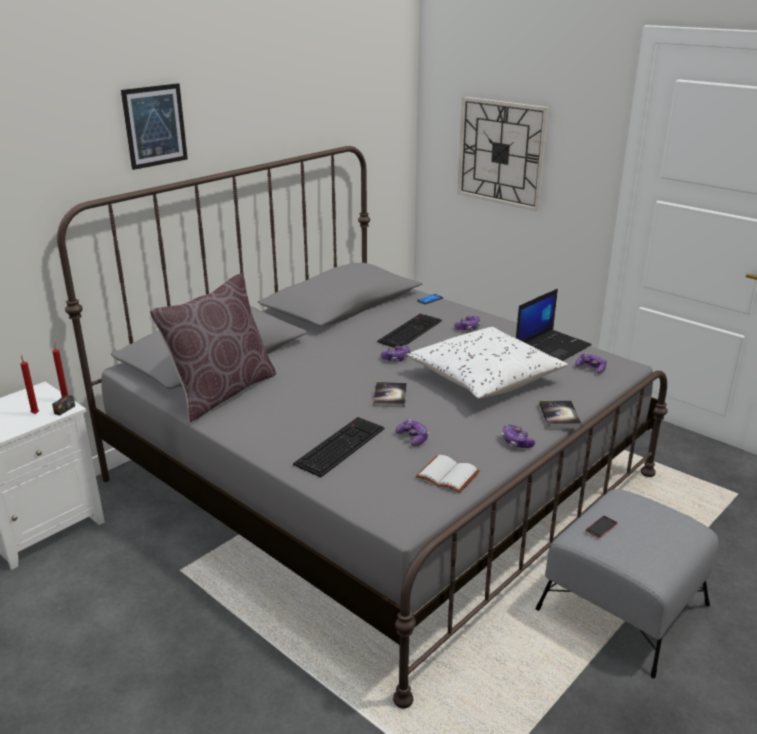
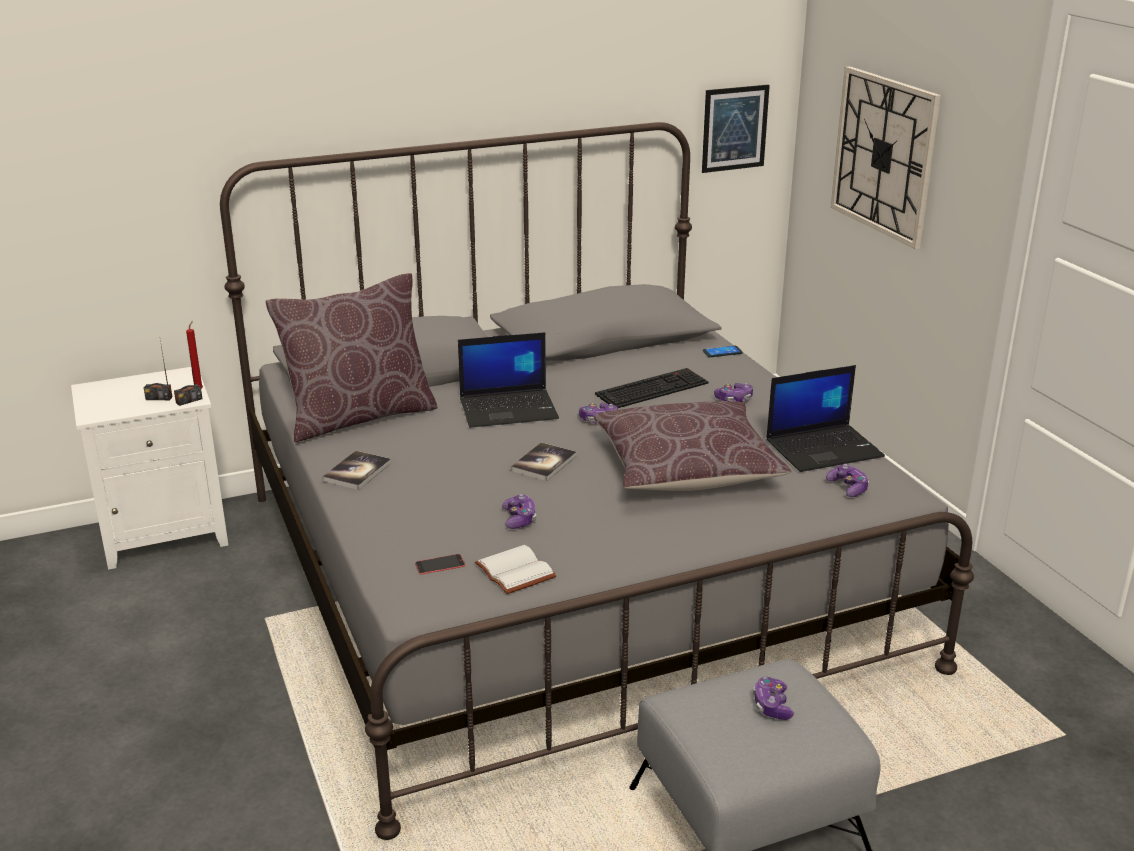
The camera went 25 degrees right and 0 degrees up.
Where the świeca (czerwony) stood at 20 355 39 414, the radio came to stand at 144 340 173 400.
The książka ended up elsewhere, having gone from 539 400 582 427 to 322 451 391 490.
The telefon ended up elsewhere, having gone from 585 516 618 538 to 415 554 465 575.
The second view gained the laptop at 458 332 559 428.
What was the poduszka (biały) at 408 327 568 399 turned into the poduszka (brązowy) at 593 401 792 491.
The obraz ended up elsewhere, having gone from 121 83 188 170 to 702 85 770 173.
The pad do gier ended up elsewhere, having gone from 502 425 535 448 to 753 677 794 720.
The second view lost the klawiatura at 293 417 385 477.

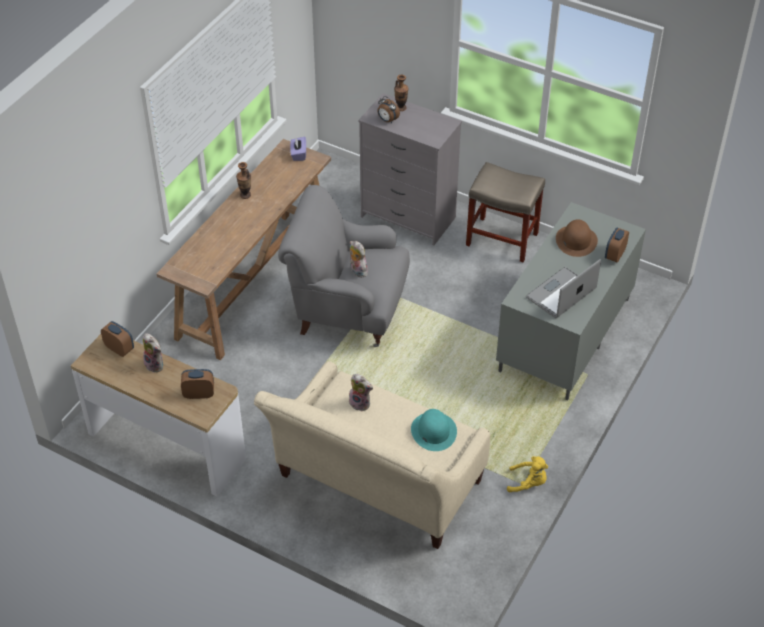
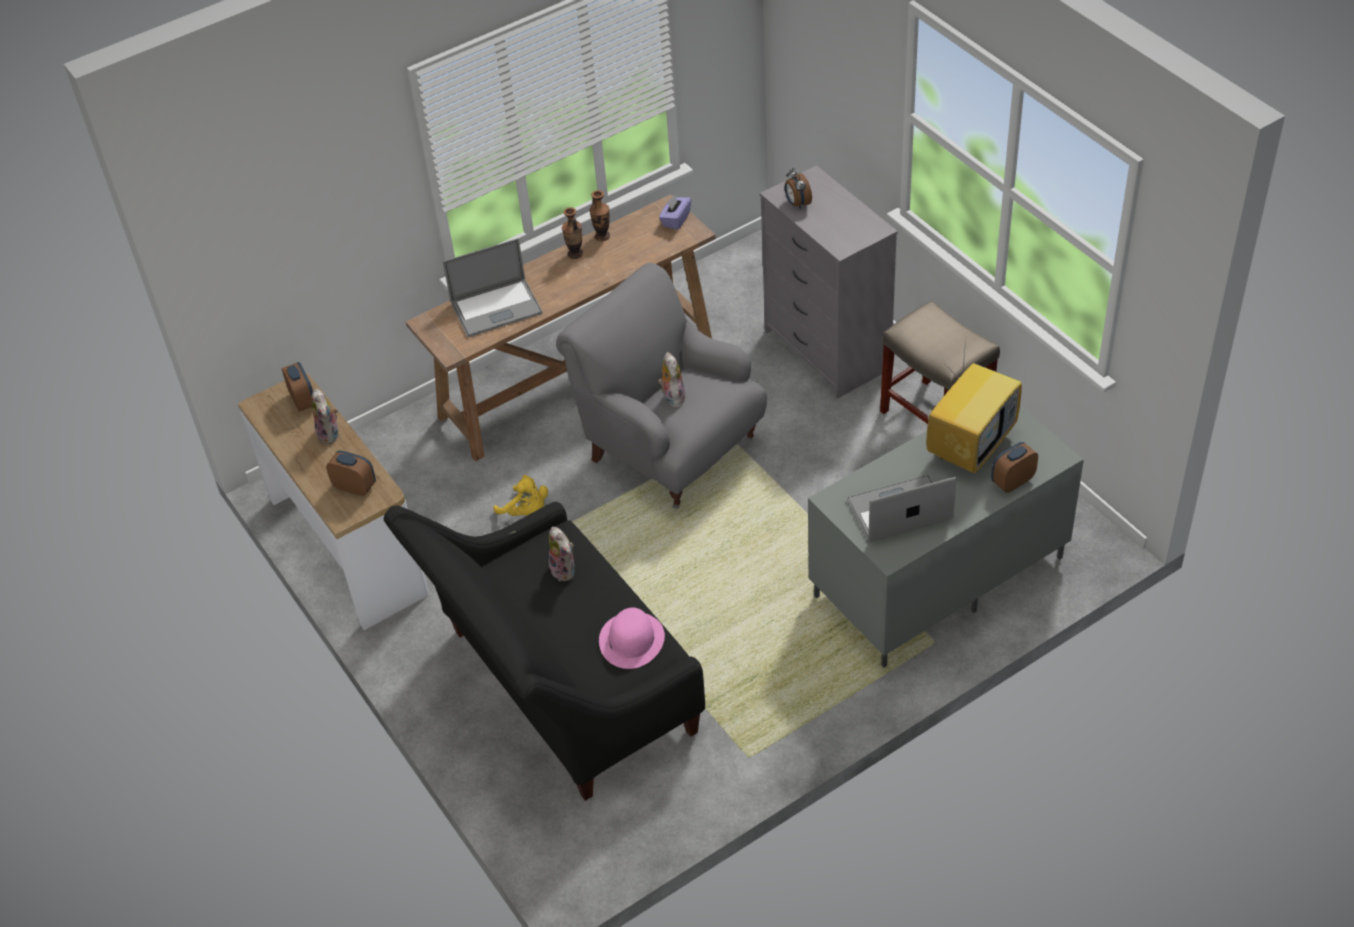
The camera went 30 degrees right and 0 degrees up.
What was the kanapa (beżowy) at 254 361 490 549 turned into the kanapa (czarny) at 383 502 705 801.
The second view gained the laptop at 443 238 542 337.
The pluszak (żółty) ended up elsewhere, having gone from 507 456 548 492 to 493 475 548 516.
The wazon ended up elsewhere, having gone from 394 75 408 111 to 590 190 610 241.
What was the kapelusz (turkusowy) at 411 409 457 451 turned into the kapelusz (różowy) at 599 607 665 669.
Where the kapelusz (brązowy) stood at 556 219 598 257, the telewizor came to stand at 926 340 1022 473.

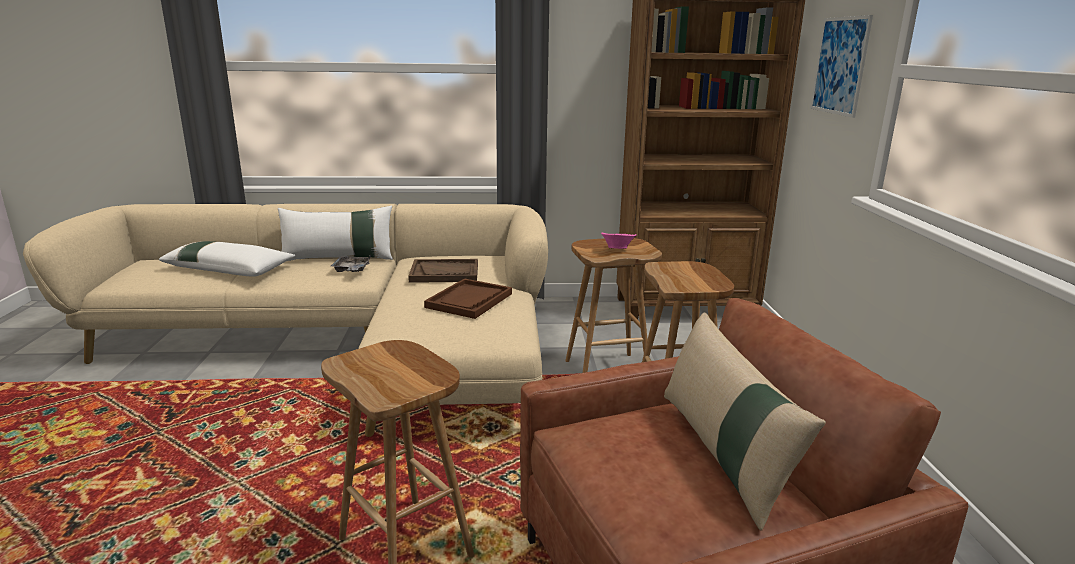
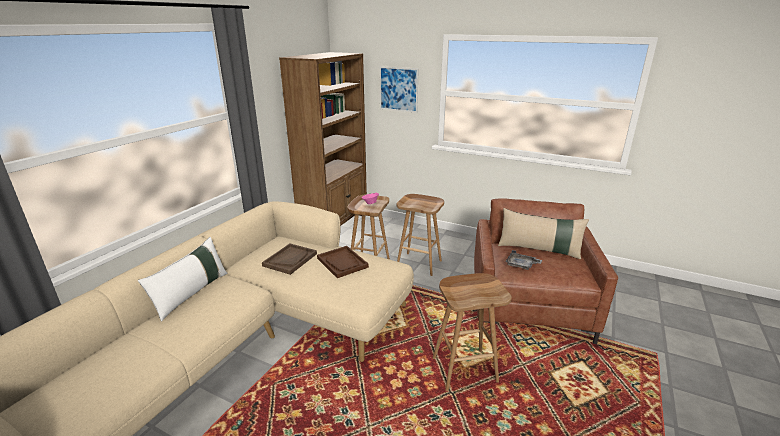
The camera went 60 degrees left and 5 degrees up.
The taca (szary) ended up elsewhere, having gone from 331 255 371 272 to 505 250 543 270.
The second view lost the poduszka (biały) at 159 241 295 277.

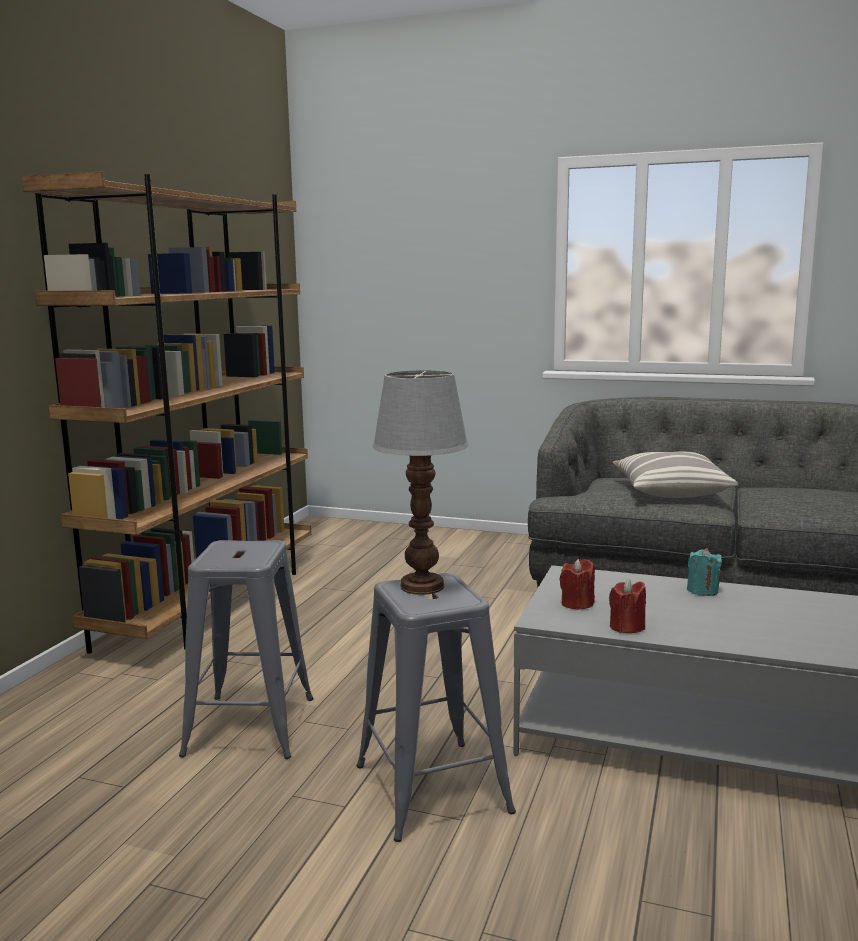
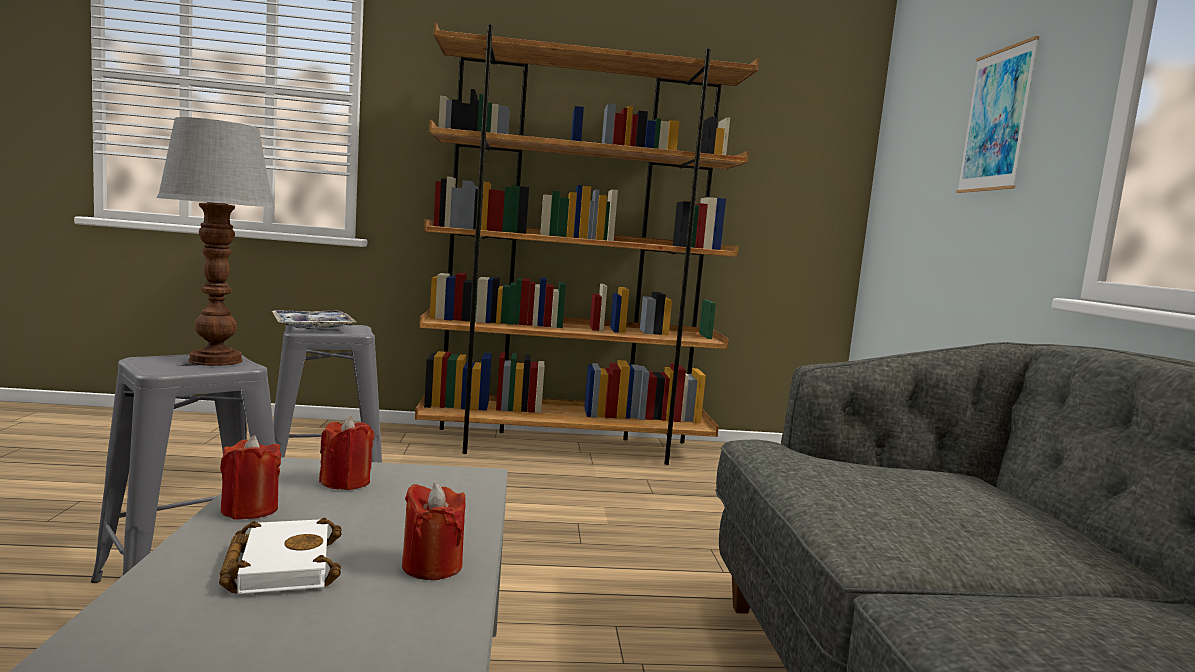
The camera went 65 degrees right and 5 degrees down.
The second view gained the książka (biały) at 219 518 342 594.
The second view gained the taca at 272 310 356 329.
What was the świeca (turkusowy) at 687 548 722 596 turned into the świeca (czerwony) at 402 483 465 580.
The second view gained the obraz at 956 36 1040 193.
The second view lost the poduszka at 613 452 738 498.

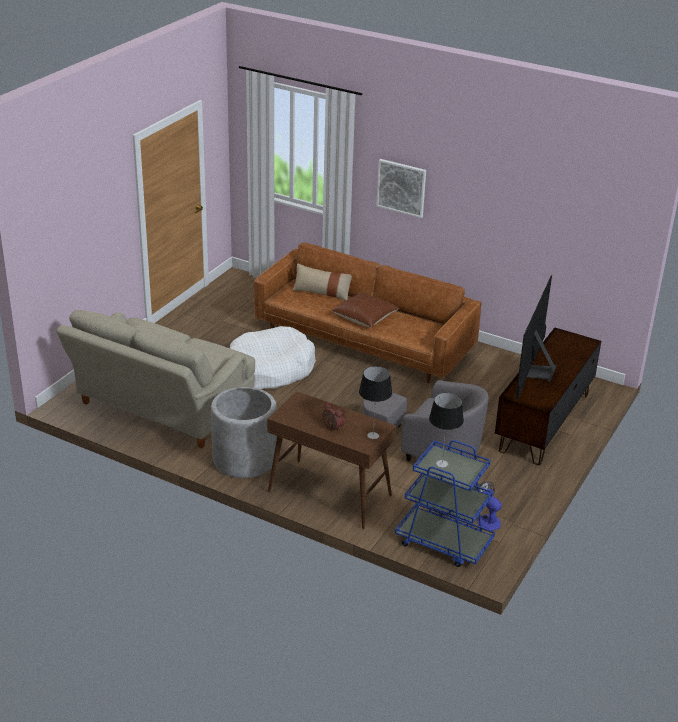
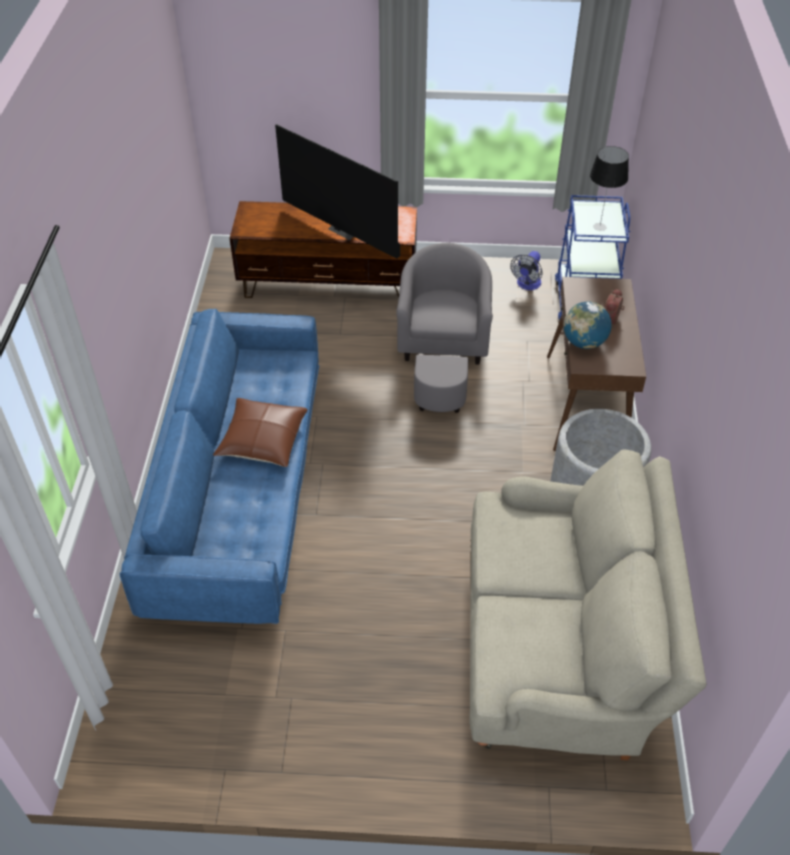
The camera went 115 degrees left and 15 degrees up.
What was the kanapa (brązowy) at 253 243 482 383 turned into the kanapa (niebieski) at 120 309 319 624.
The telewizor at 515 275 558 399 ended up facing another way, 45 degrees clockwise from before.
The second view gained the globus at 563 302 612 349.
The second view lost the legowisko (biały) at 230 326 316 389.
The second view lost the poduszka (beżowy) at 292 263 352 301.
The second view lost the lampa stołowa at 359 366 392 439.
The second view lost the obraz at 376 159 426 218.

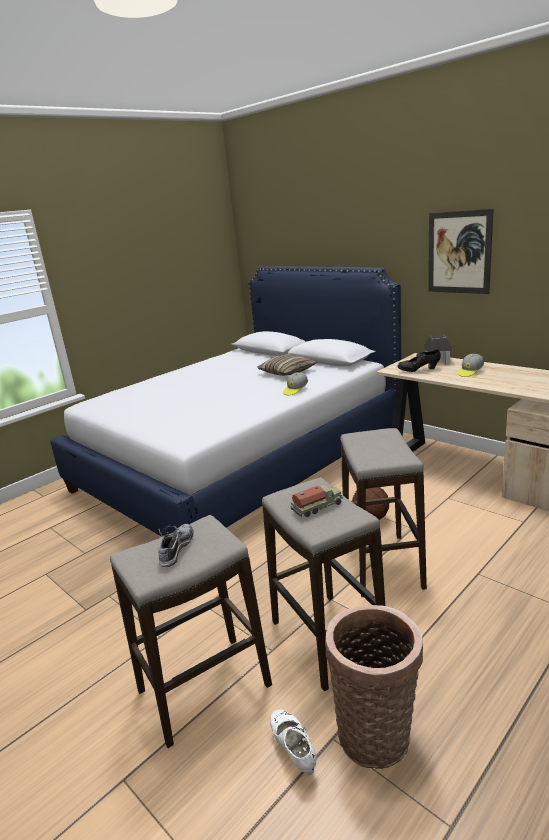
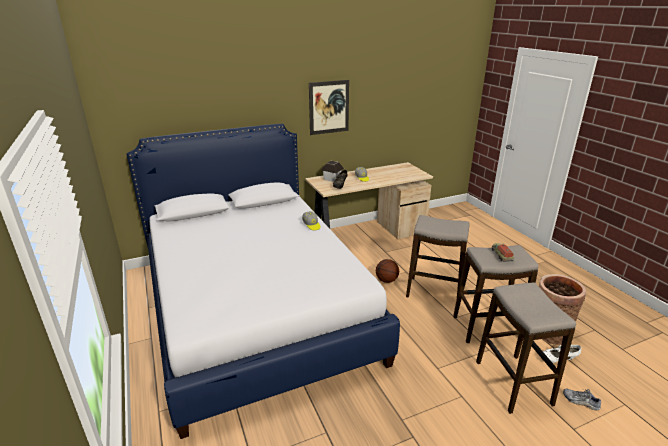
The camera went 70 degrees left and 5 degrees up.
The but ended up elsewhere, having gone from 158 524 194 567 to 563 389 601 410.
The second view lost the poduszka at 257 355 317 376.

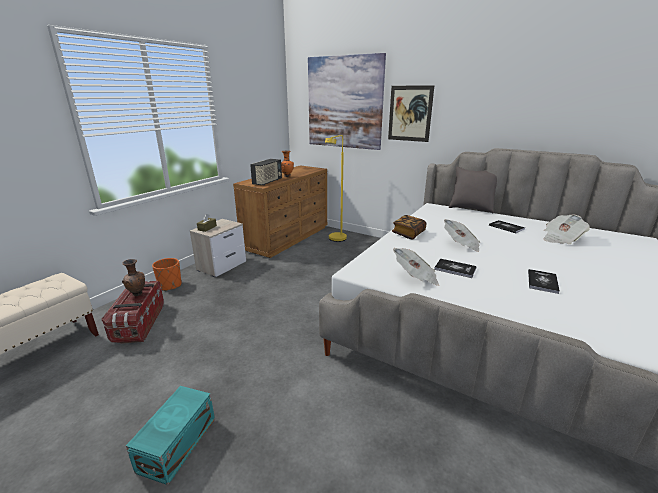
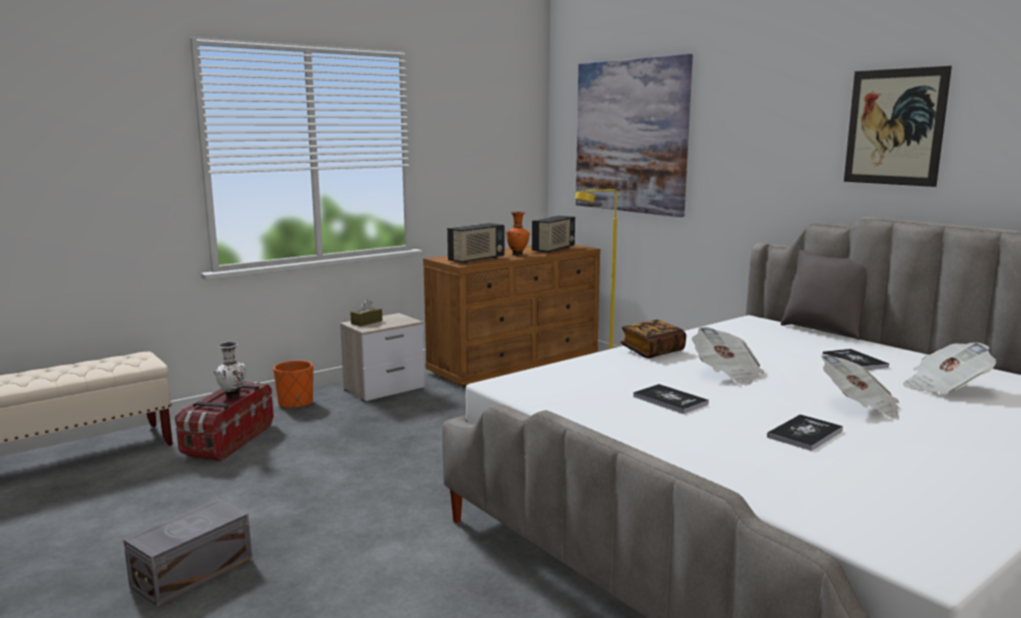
The camera went 20 degrees right and 10 degrees down.
What was the pojemnik do przechowywania (turkusowy) at 126 386 215 485 turned into the pojemnik do przechowywania (szary) at 123 499 252 607.
What was the wazon (brązowy) at 122 259 145 296 turned into the wazon (biały) at 214 342 246 398.
The second view gained the radio at 532 216 575 253.
The gazeta ended up elsewhere, having gone from 393 248 439 286 to 821 354 899 420.
The obraz ended up elsewhere, having gone from 388 85 434 142 to 844 66 952 187.

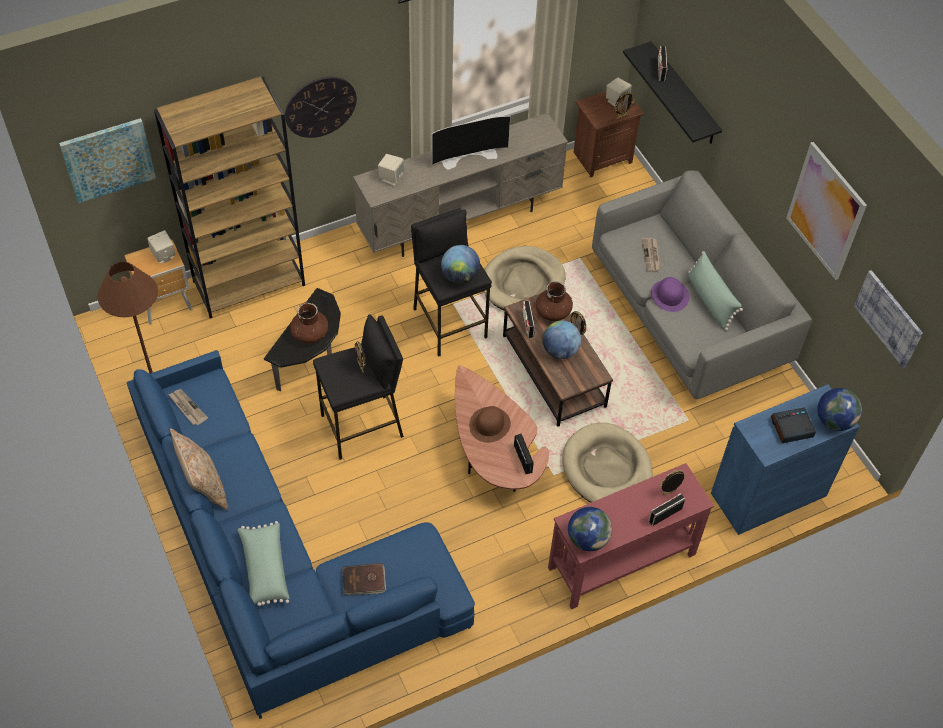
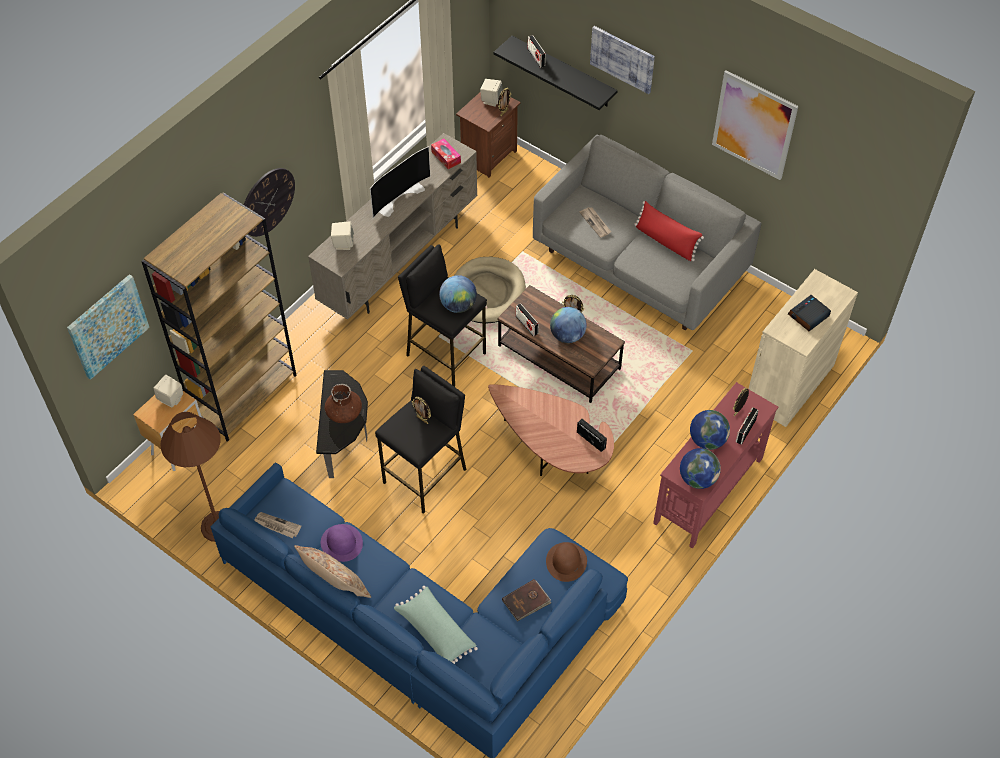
The camera went 25 degrees left and 0 degrees up.
The kapelusz (fioletowy) ended up elsewhere, having gone from 651 277 689 312 to 321 524 363 562.
The second view gained the pudełko chusteczek at 431 138 461 169.
The kapelusz (brązowy) ended up elsewhere, having gone from 469 406 511 443 to 546 542 587 582.
The obraz ended up elsewhere, having gone from 854 270 923 368 to 590 26 655 94.
What was the poduszka (zielony) at 688 251 743 331 turned into the poduszka (czerwony) at 634 201 704 261.
The globus ended up elsewhere, having gone from 817 388 862 431 to 690 410 730 450.
What was the szafka (niebieski) at 711 385 860 535 turned into the szafka (beżowy) at 749 269 858 427.
The second view lost the wazon (brązowy) at 536 281 573 321.
The second view lost the legowisko (beżowy) at 562 423 653 503.

